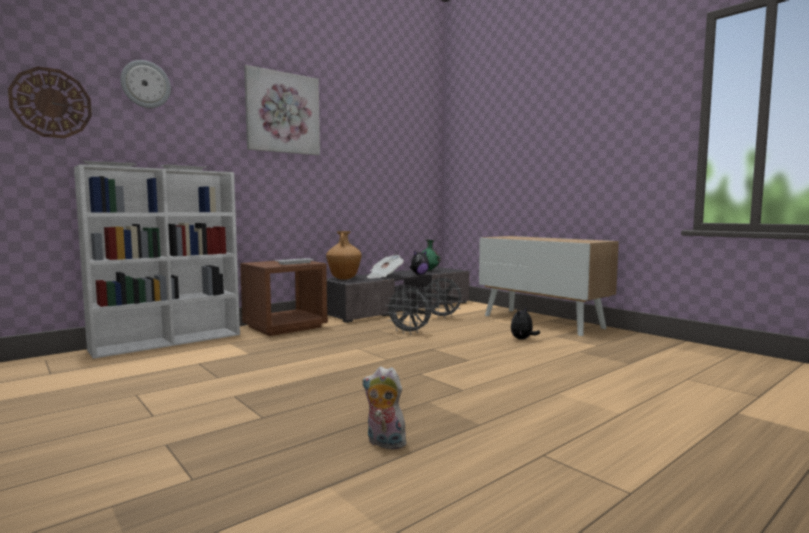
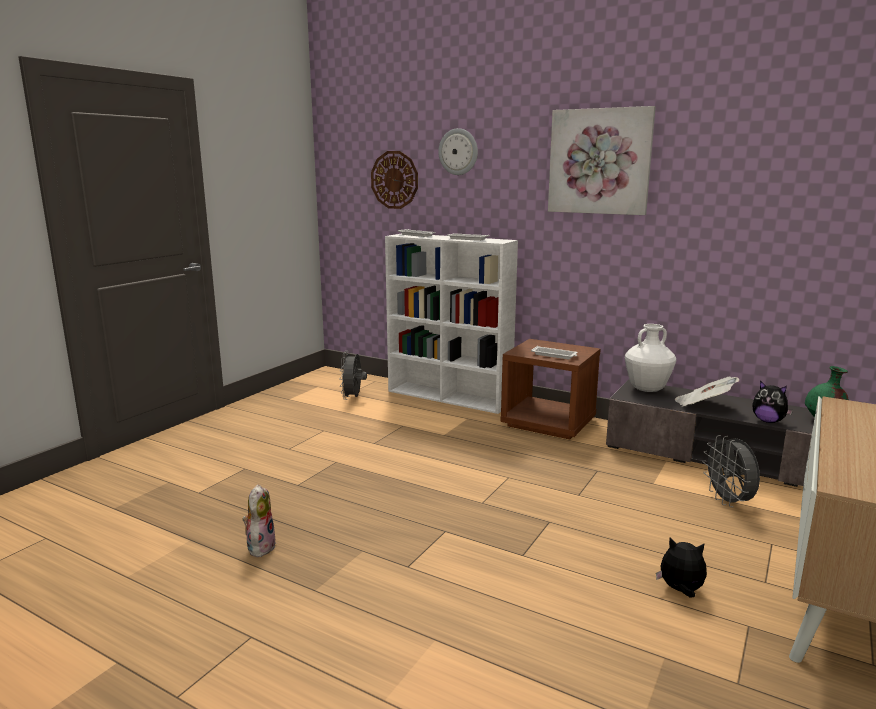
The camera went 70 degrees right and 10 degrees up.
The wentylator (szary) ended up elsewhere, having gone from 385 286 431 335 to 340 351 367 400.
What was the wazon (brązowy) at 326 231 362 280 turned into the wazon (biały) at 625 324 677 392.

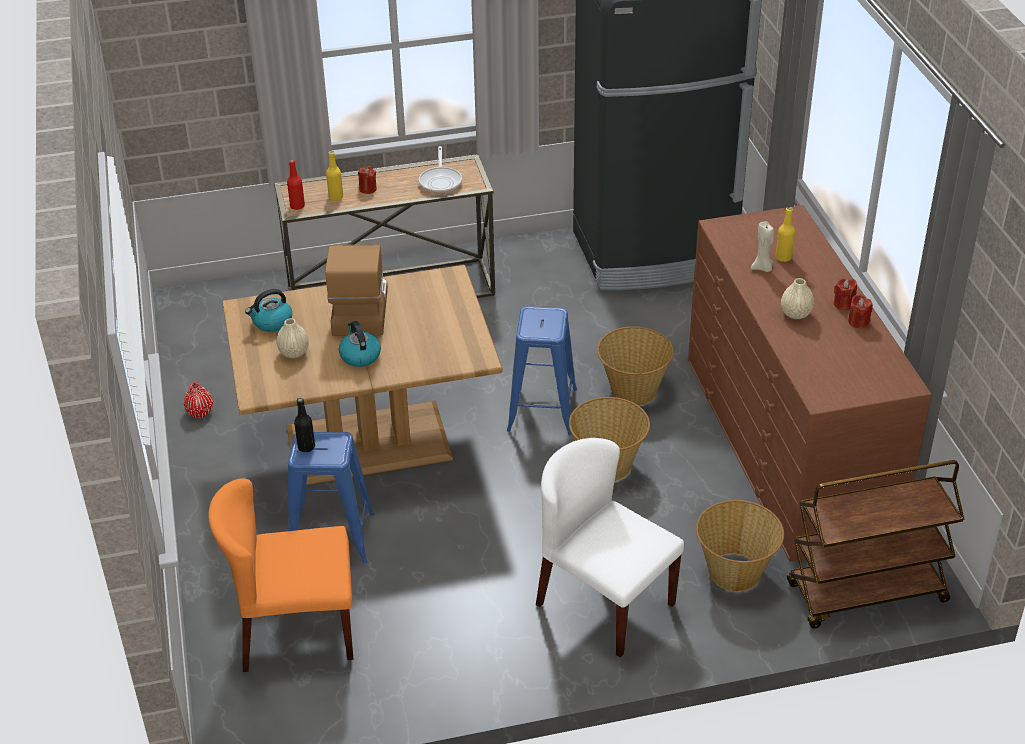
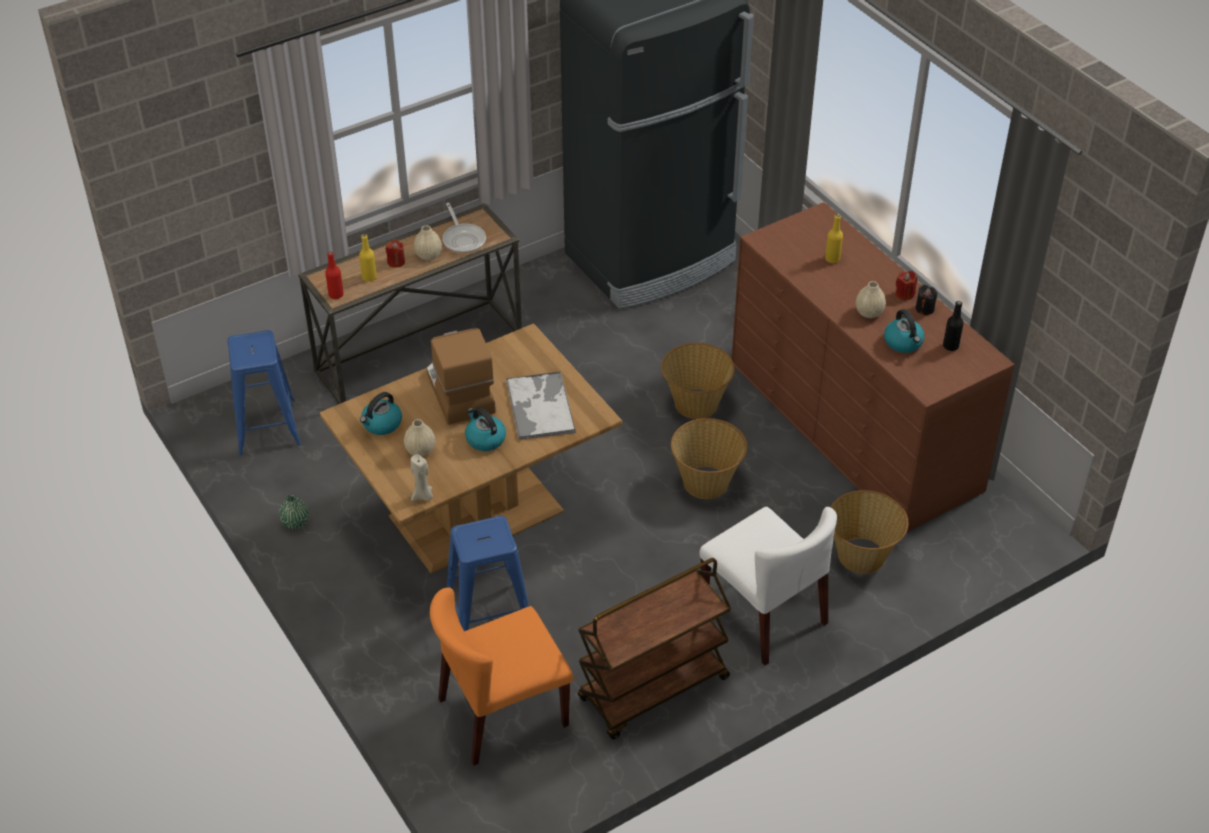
The camera went 20 degrees left and 5 degrees up.
The stołek (niebieski) ended up elsewhere, having gone from 507 306 577 435 to 227 330 301 455.
What was the wazon (czerwony) at 184 382 213 418 turned into the wazon (zielony) at 279 495 309 529.
The świeca (beżowy) ended up elsewhere, having gone from 751 221 774 272 to 410 454 433 501.
The second view gained the wazon (beżowy) at 414 225 442 260.
The second view gained the taca at 506 371 576 440.
The wózek (brązowy) ended up elsewhere, having gone from 787 460 965 629 to 578 558 731 739.
The krzesło (biały) at 536 438 684 657 ended up facing another way, 150 degrees counterclockwise from before.
The second view gained the czajnik at 884 309 925 353.
What was the świeca (czerwony) at 848 294 873 329 turned into the świeca (czarny) at 916 285 937 315.
The butelka (czarny) ended up elsewhere, having gone from 294 398 315 452 to 943 301 964 351.

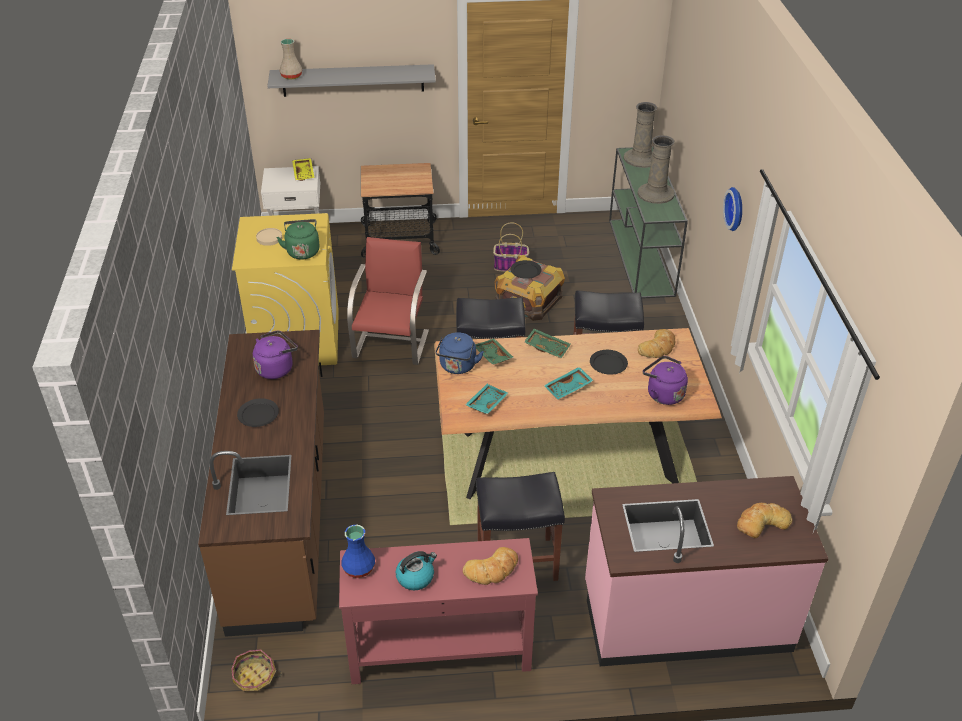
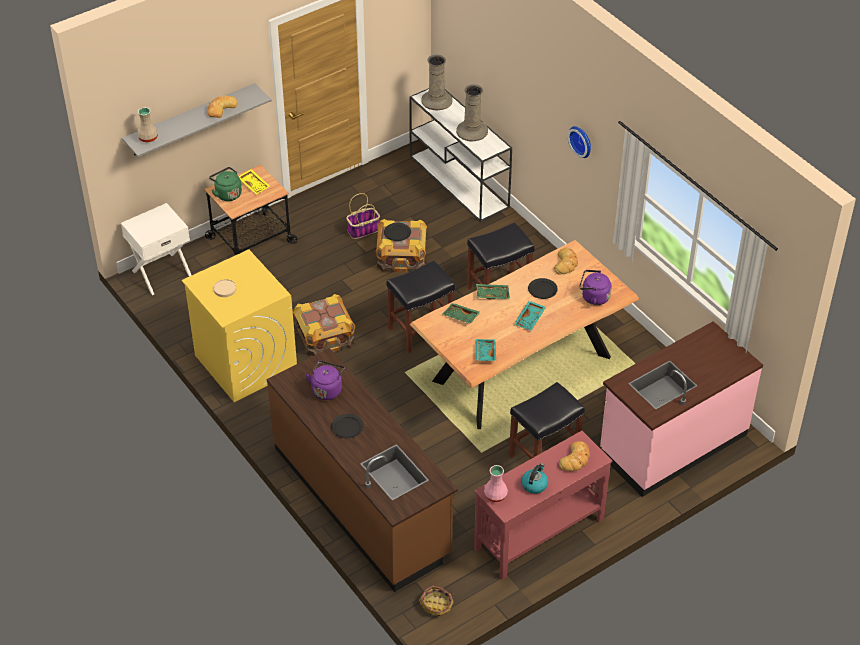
The camera went 30 degrees left and 5 degrees up.
The chleb ended up elsewhere, having gone from 737 503 793 538 to 207 95 238 118.
The czajnik (zielony) ended up elsewhere, having gone from 277 219 320 259 to 209 167 242 201.
The taca (żółty) ended up elsewhere, having gone from 292 158 314 181 to 238 169 270 194.
Where the krzesło (czerwony) stood at 347 237 429 365, the skrzynka came to stand at 293 294 355 356.
What was the stolik konsolowy (zielony) at 609 146 688 299 turned into the stolik konsolowy (biały) at 409 88 512 222.
What was the wazon (niebieski) at 342 525 375 578 turned into the wazon (różowy) at 484 465 508 502.
The second view lost the czajnik (niebieski) at 435 332 484 374.

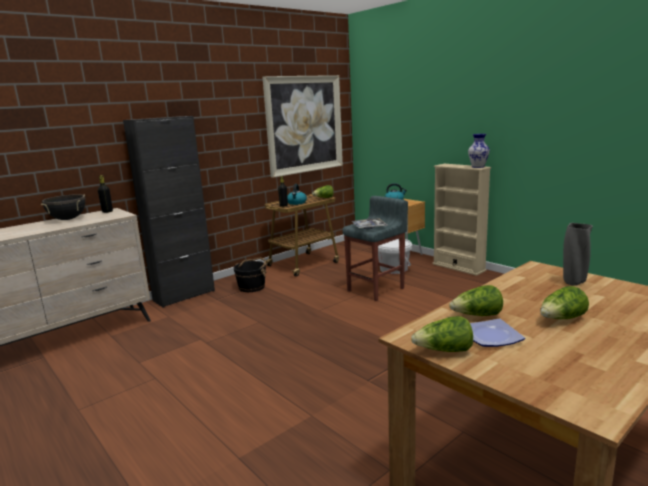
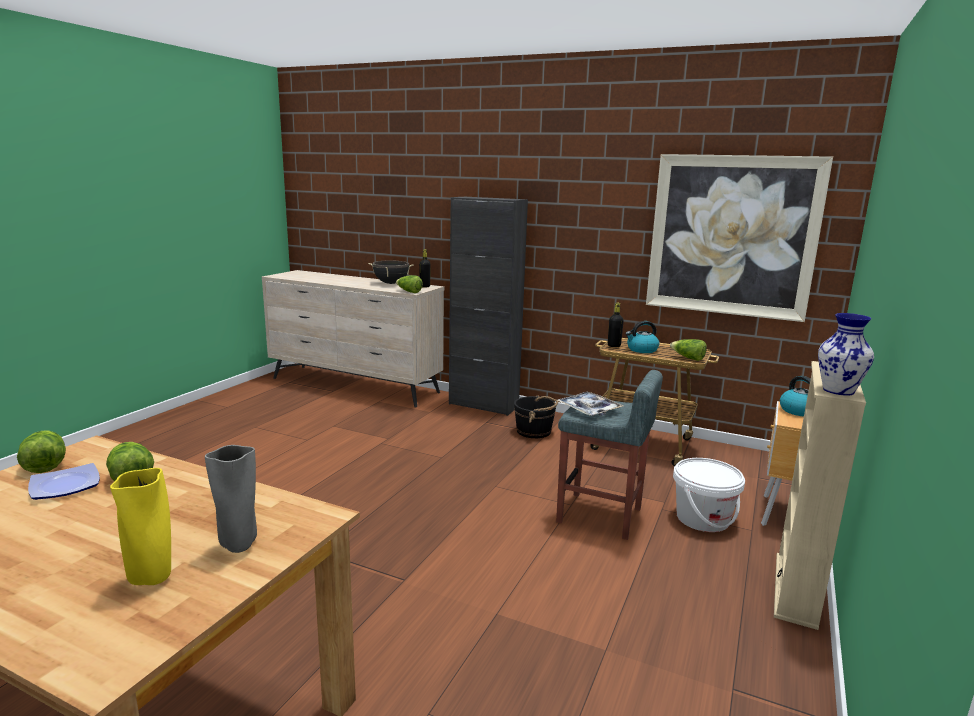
The camera went 65 degrees right and 0 degrees up.
The second view gained the wazon (żółty) at 110 468 171 585.
The sałata ended up elsewhere, having gone from 540 286 589 319 to 396 275 423 293.

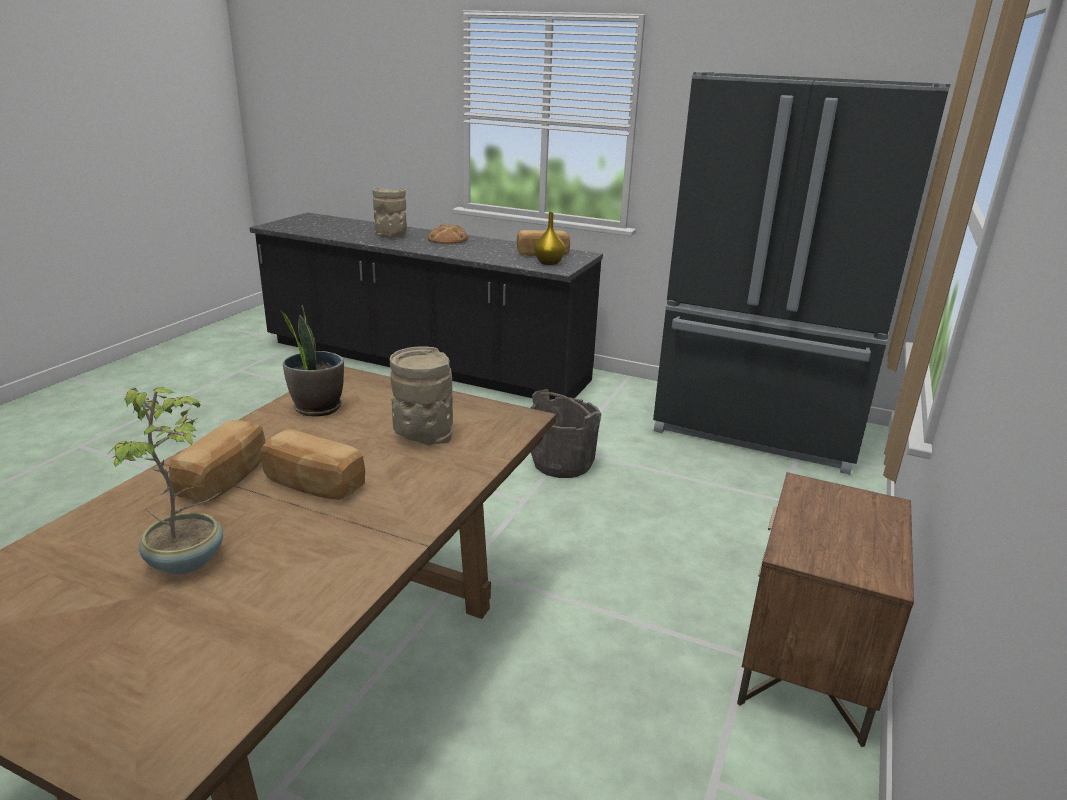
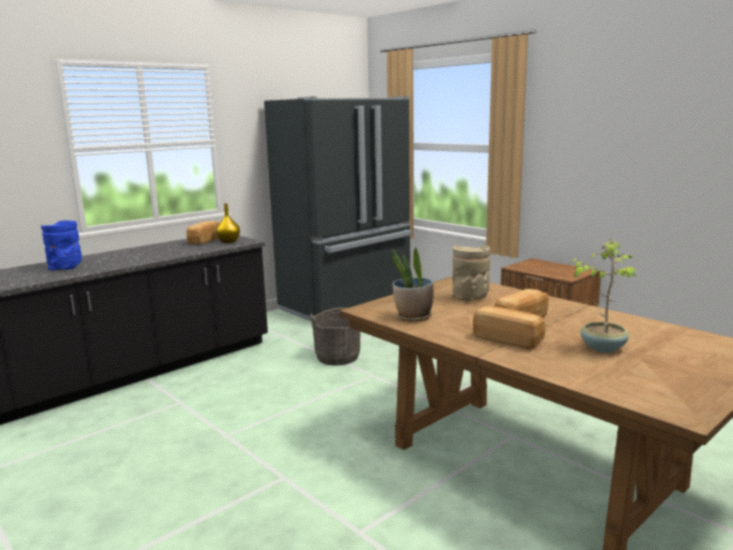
The camera went 65 degrees left and 10 degrees down.
What was the wazon (beżowy) at 373 187 407 238 turned into the wazon (niebieski) at 41 220 82 271.
The second view lost the chleb at 428 224 468 244.

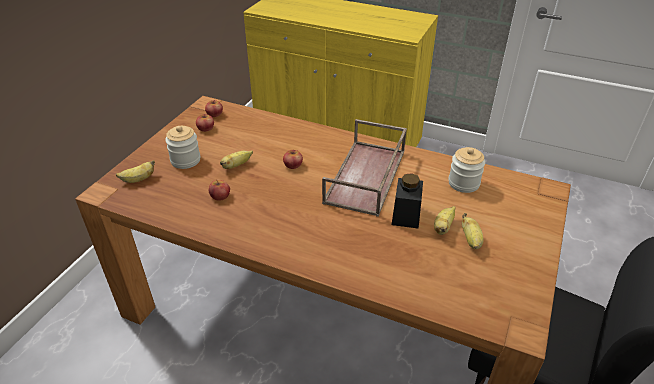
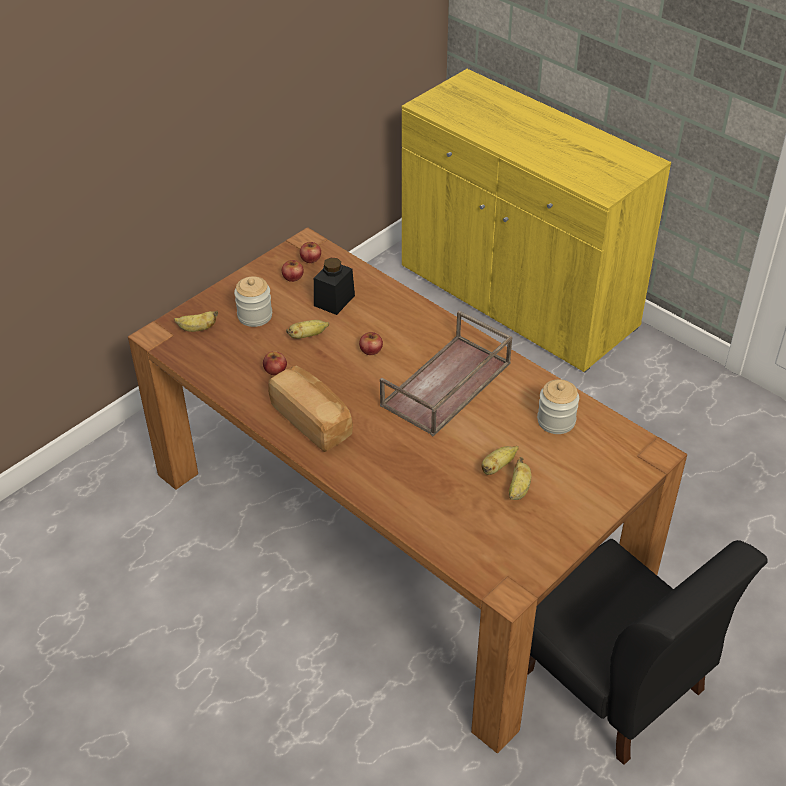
The camera went 20 degrees right and 5 degrees up.
The second view gained the chleb at 268 366 353 452.
The słoik (czarny) ended up elsewhere, having gone from 392 173 423 228 to 314 258 355 315.

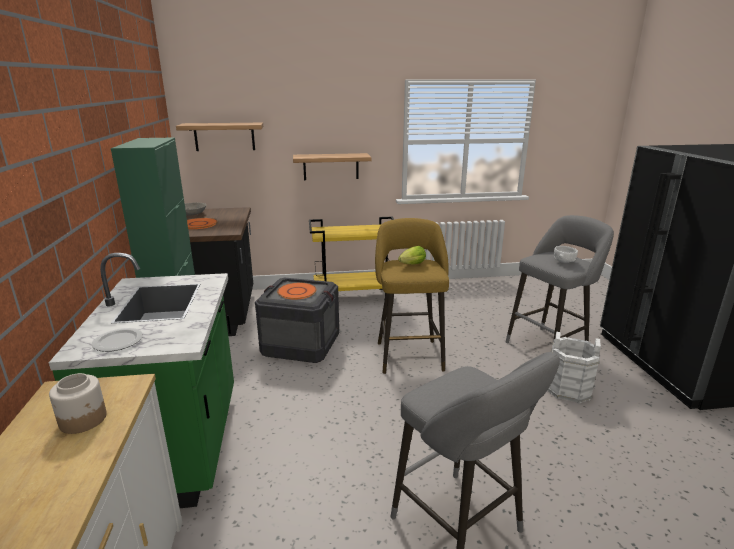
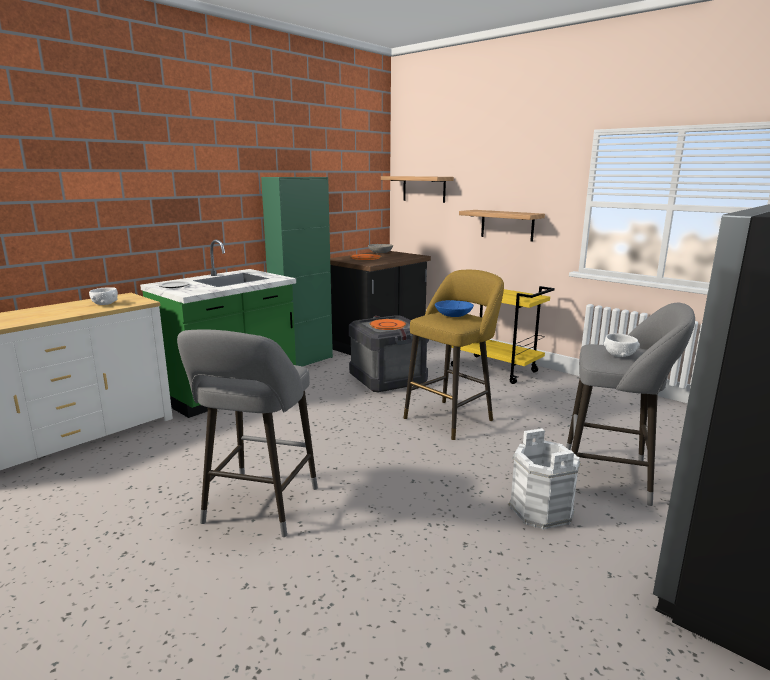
The camera went 50 degrees right and 5 degrees down.
Where the słoik stood at 49 373 107 434, the miska (biały) came to stand at 89 287 118 305.
Where the sałata stood at 398 246 426 265, the miska (niebieski) came to stand at 435 300 474 317.

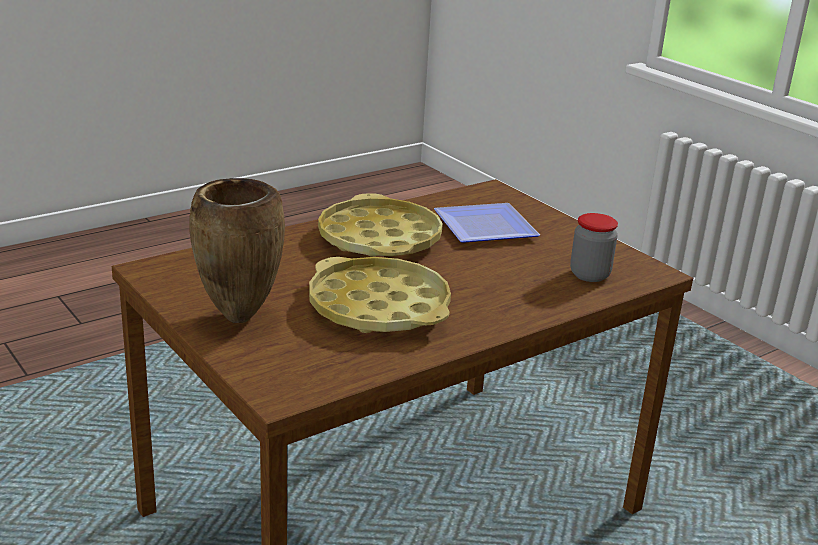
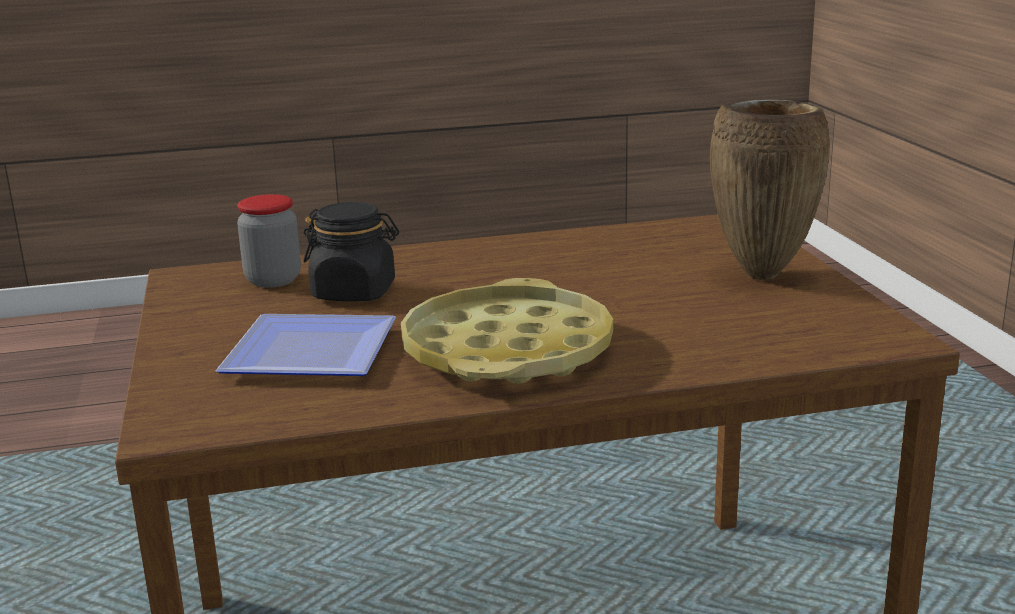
The camera went 155 degrees left and 5 degrees down.
The second view gained the słoik (czarny) at 303 202 399 301.
The second view lost the taca (żółty) at 309 257 451 333.

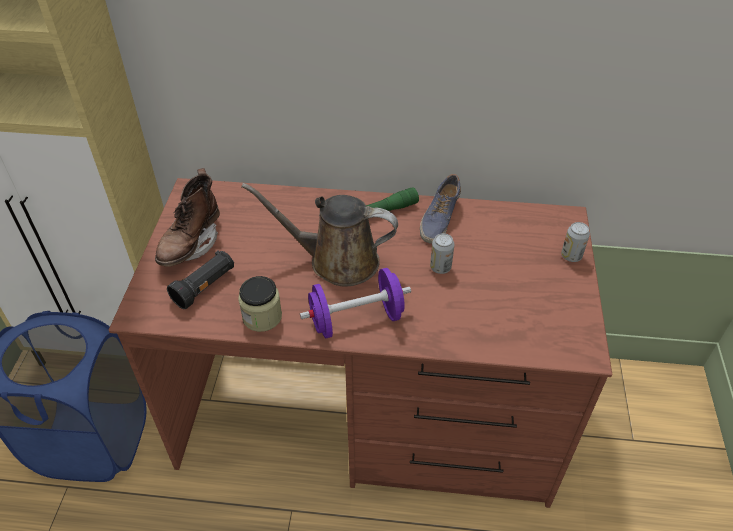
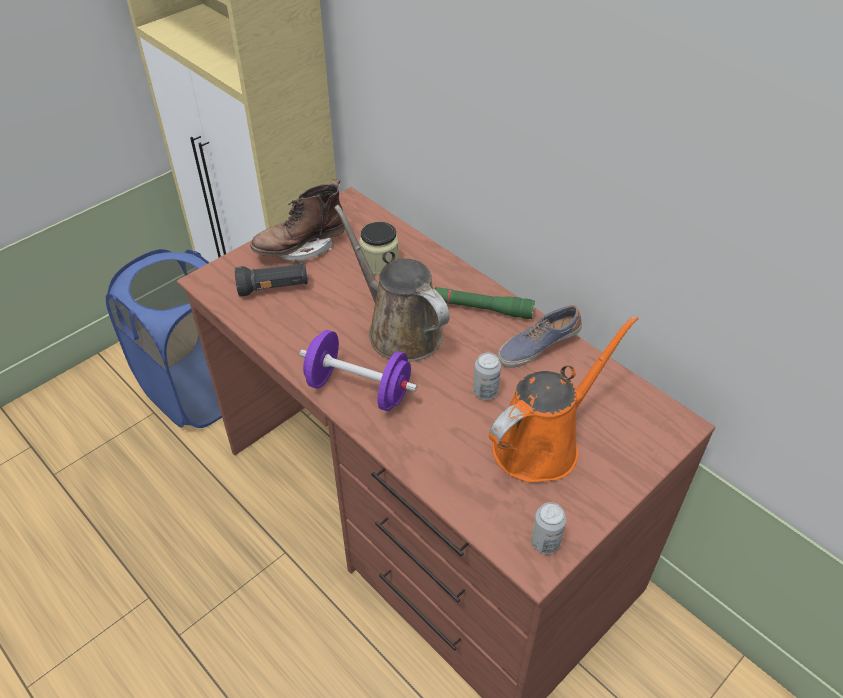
The camera went 40 degrees right and 0 degrees up.
The słoik ended up elsewhere, having gone from 238 276 282 332 to 359 222 398 275.
The second view gained the konewka (pomarańczowy) at 489 315 639 482.
The puszka ended up elsewhere, having gone from 561 222 590 262 to 531 502 566 554.

